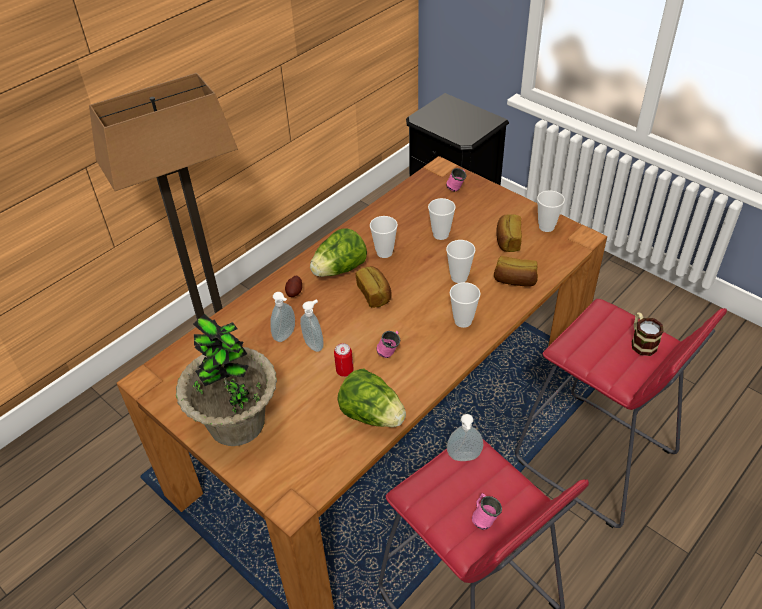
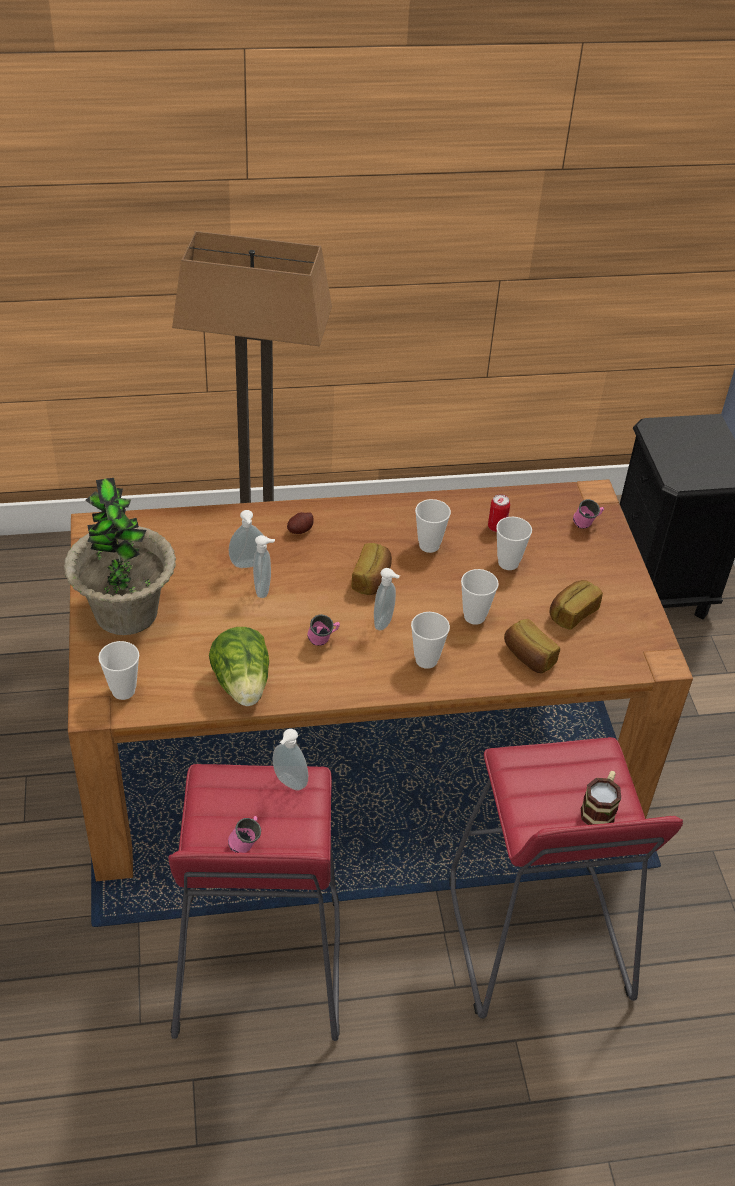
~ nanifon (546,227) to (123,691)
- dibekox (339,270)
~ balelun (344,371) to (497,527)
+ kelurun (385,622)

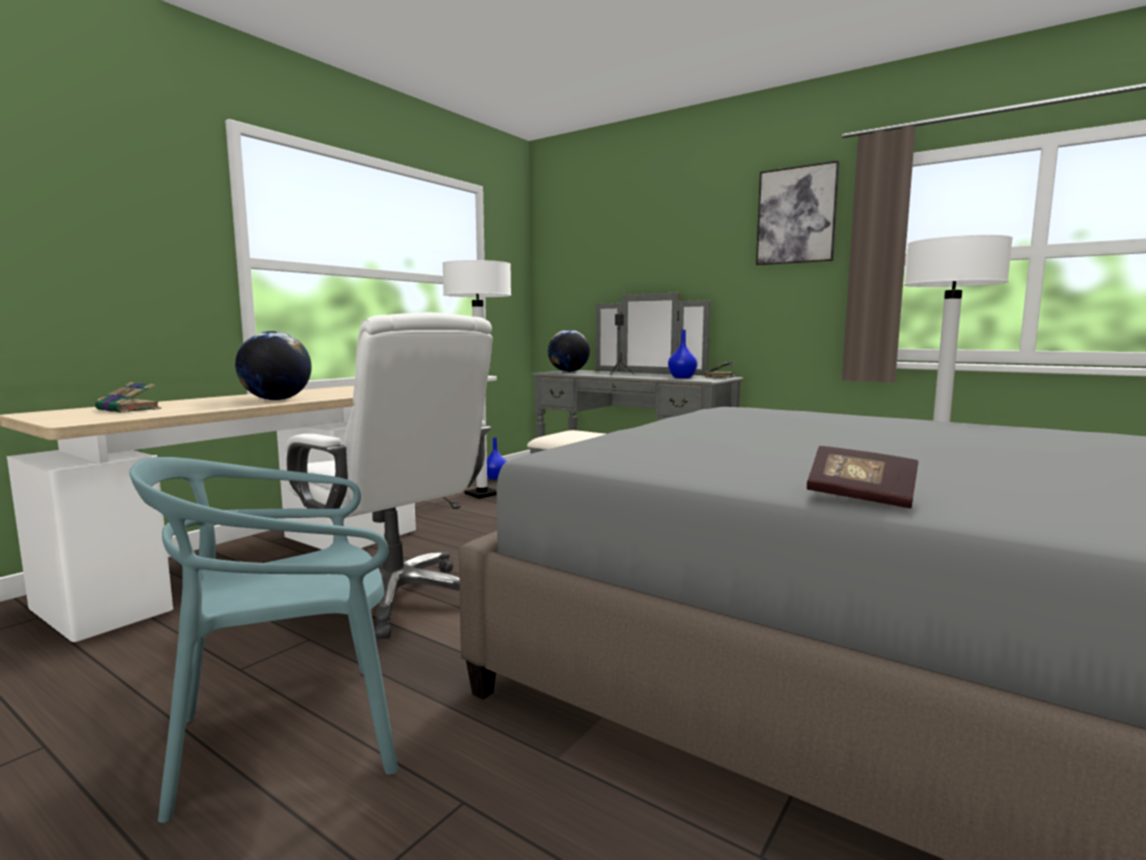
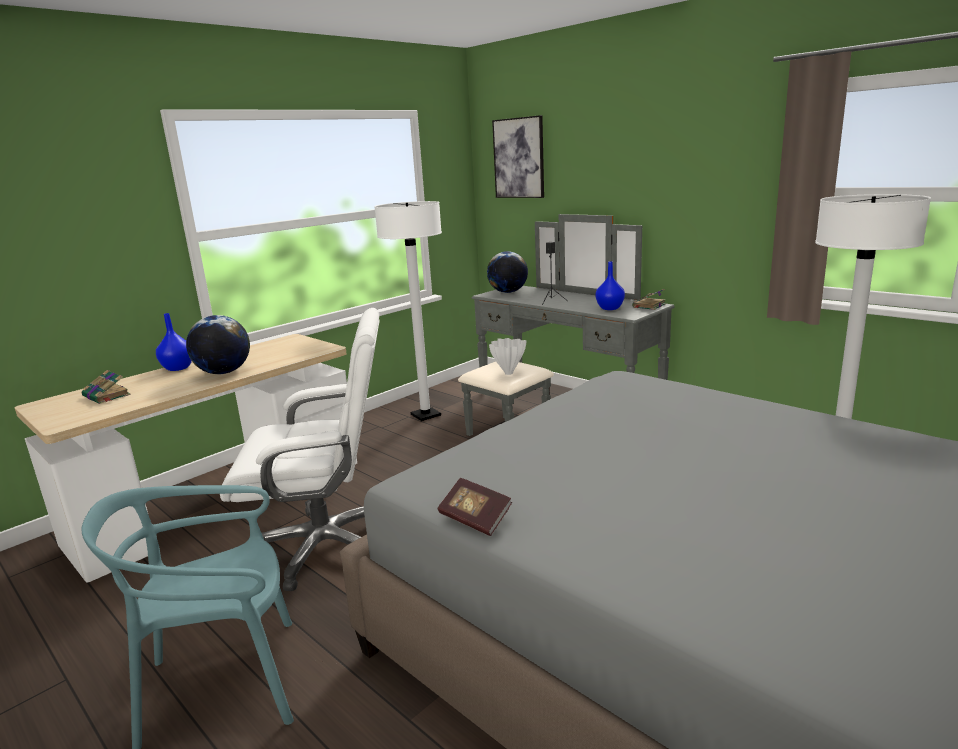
~ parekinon (796,215) to (519,158)
~ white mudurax (396,599) = (326,545) 60 degrees counterclockwise
~ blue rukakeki (495,478) to (179,368)
~ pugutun (860,496) to (475,519)
+ white rukakeki (508,373)

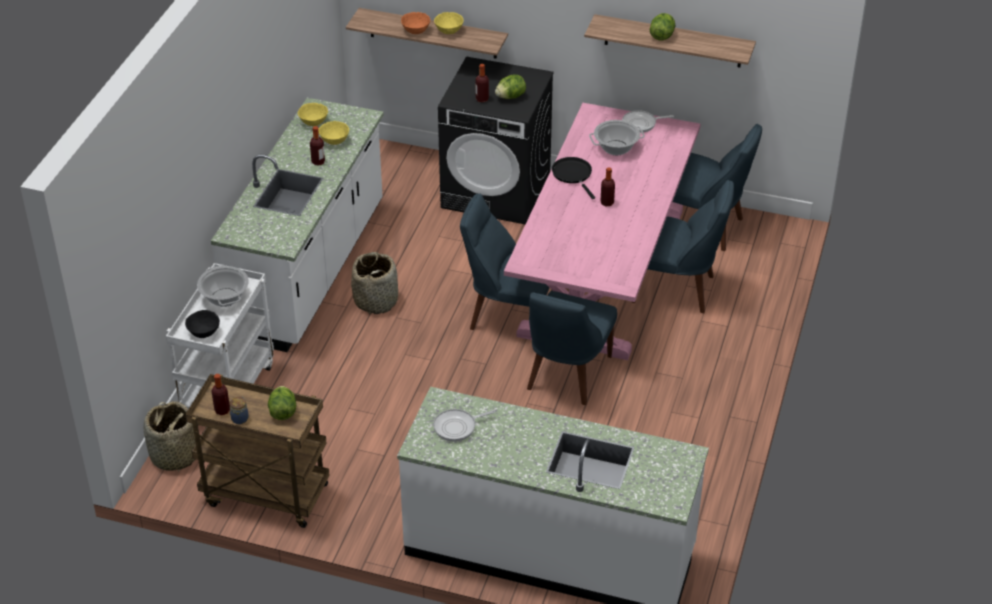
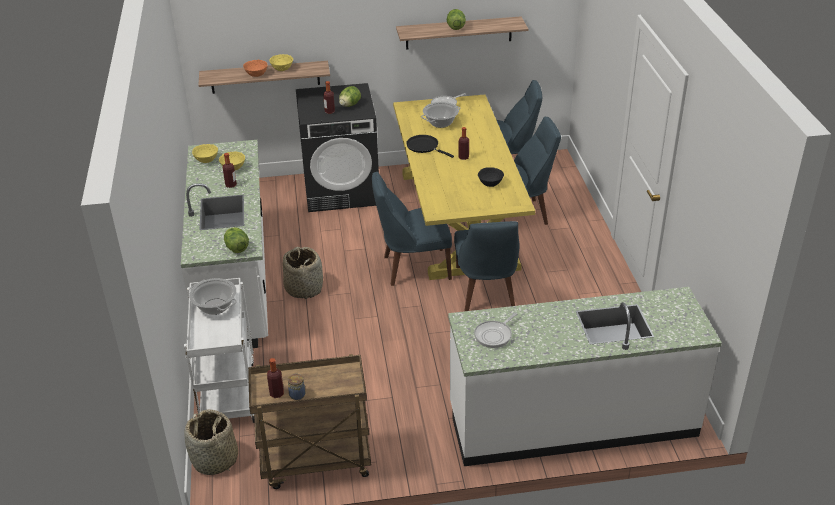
~ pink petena (602,271) to yellow petena (457,219)
~ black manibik (203,332) to (490,184)
~ dibekox (283,412) to (237,248)

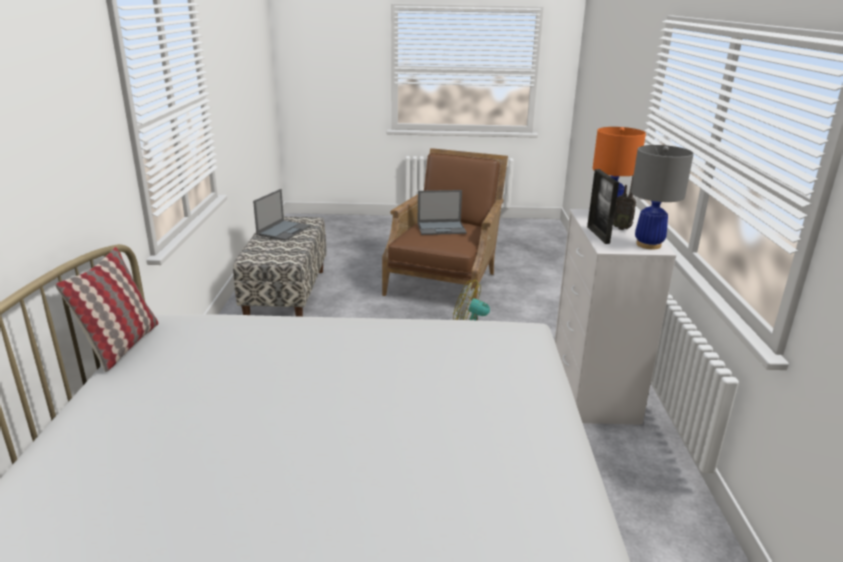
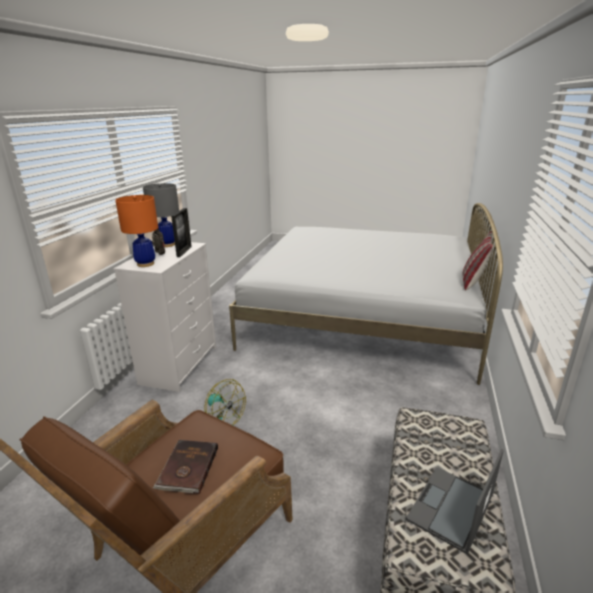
~ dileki (442,228) to brown pugutun (187,468)

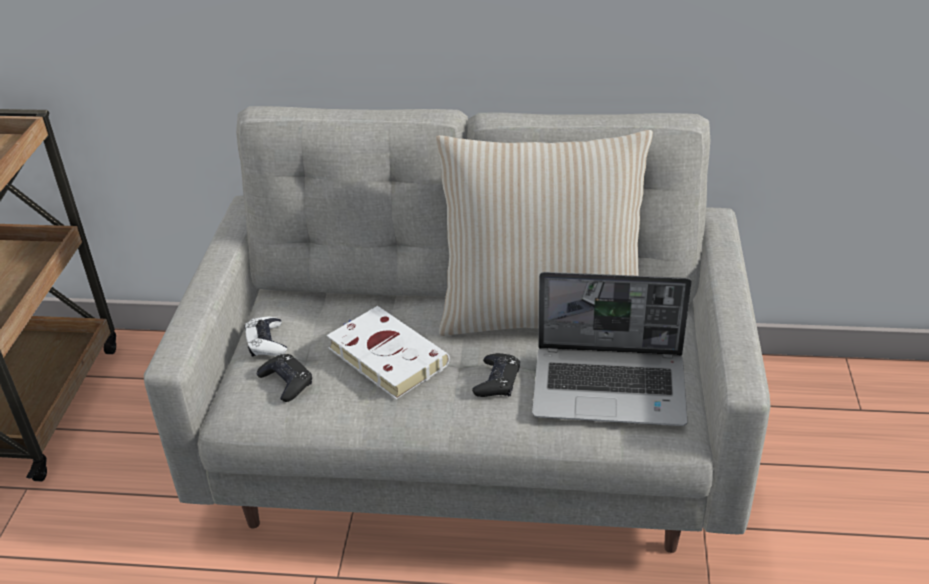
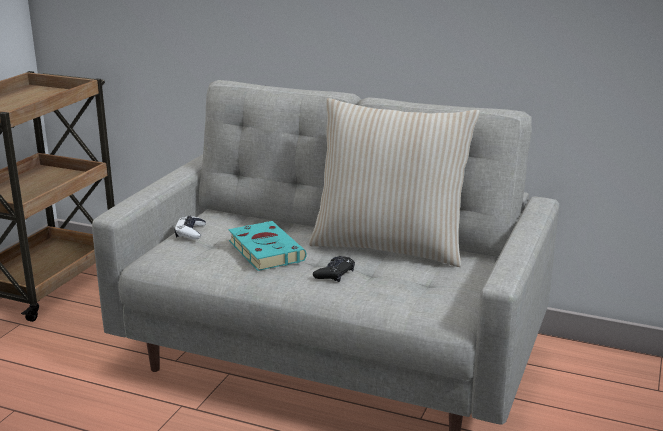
- dileki (611,387)
~ white pugutun (385,356) to turquoise pugutun (264,250)
- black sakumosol (286,382)

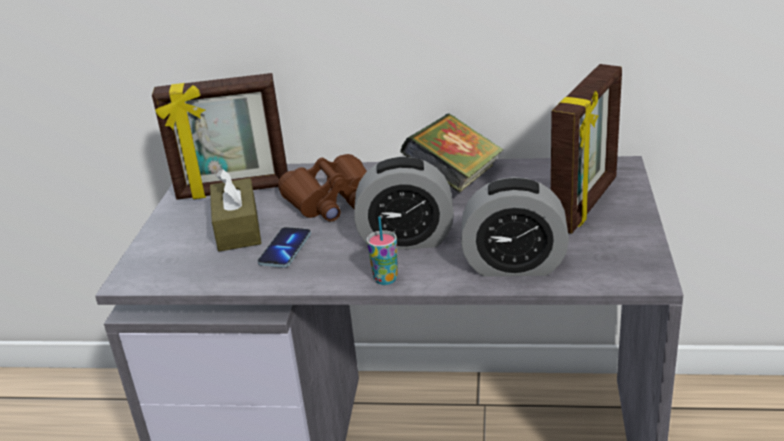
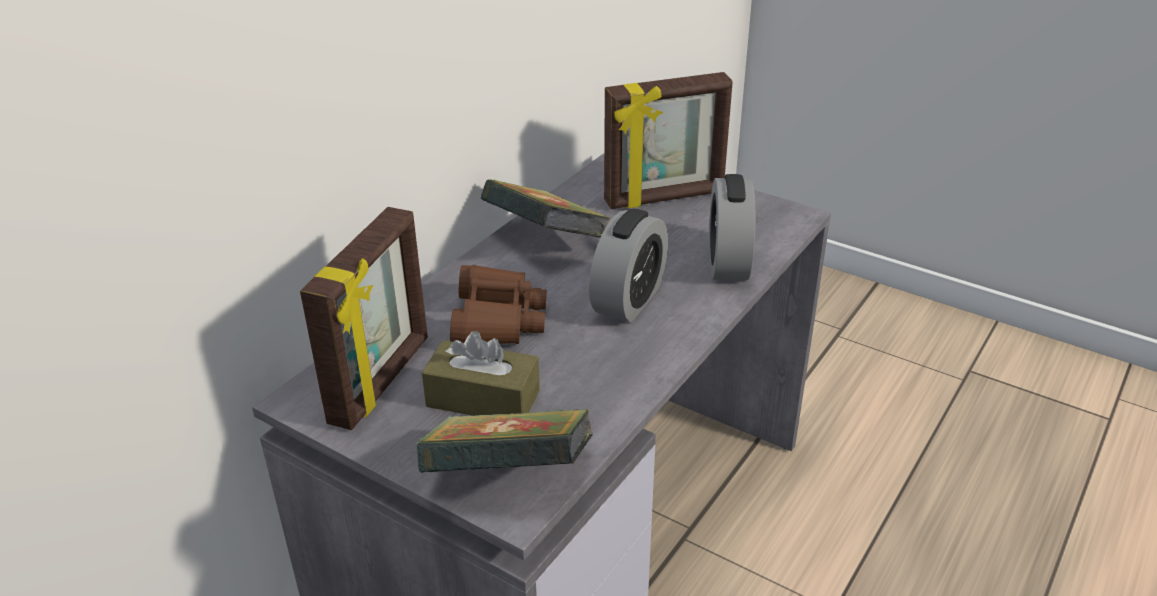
~ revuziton (586,204) = (664,198) 105 degrees clockwise
~ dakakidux (514,265) = (728,262) 150 degrees clockwise
- nanifon (385,279)
- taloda (285,249)
+ pugutun (509,477)

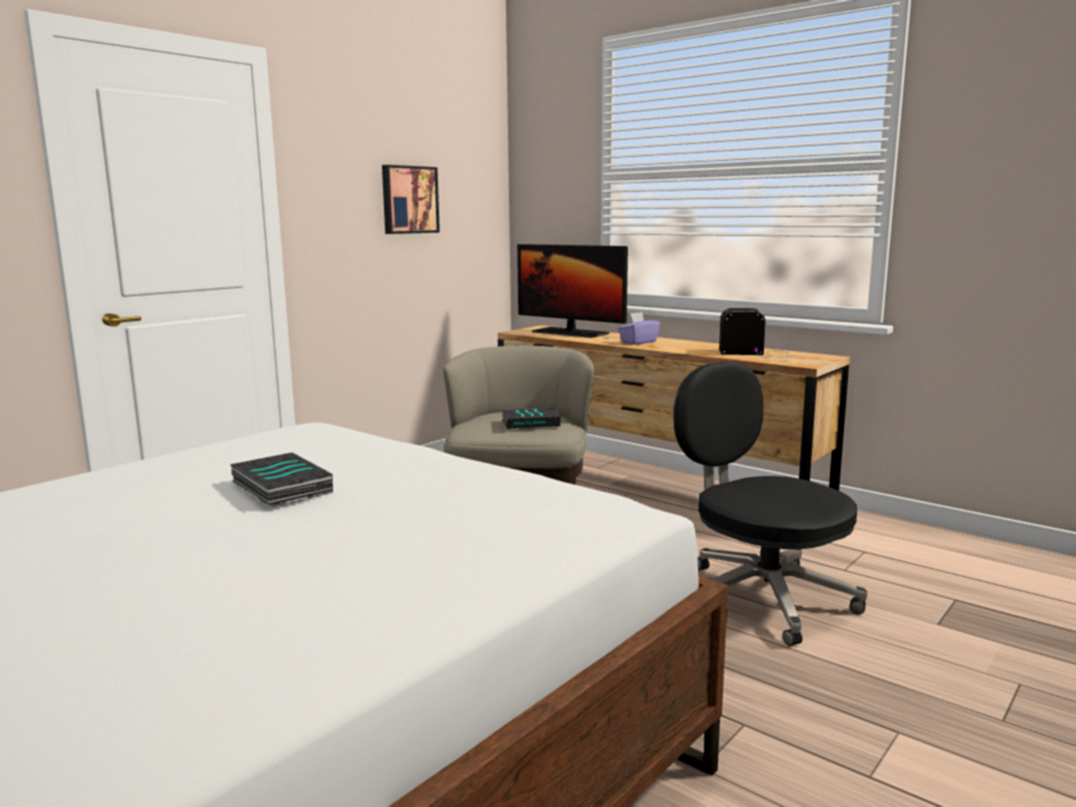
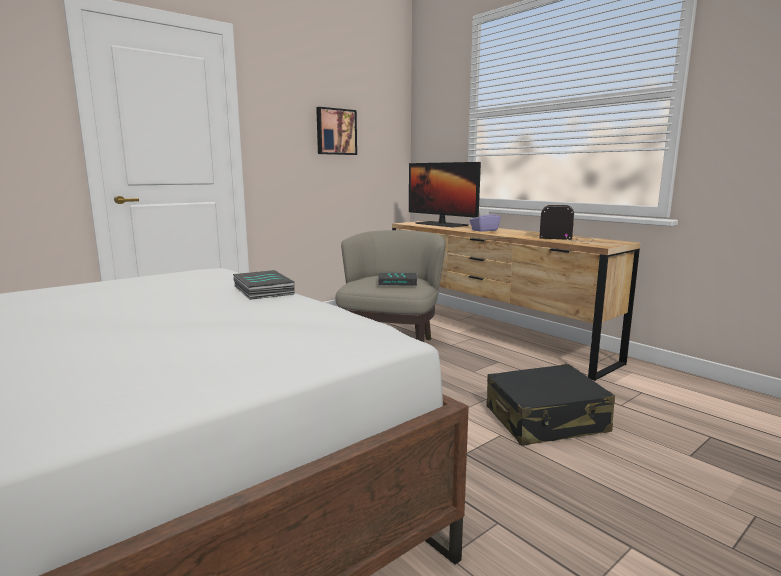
~ black mudurax (760,597) to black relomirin (546,420)
~ pugutun (279,487) to (261,290)

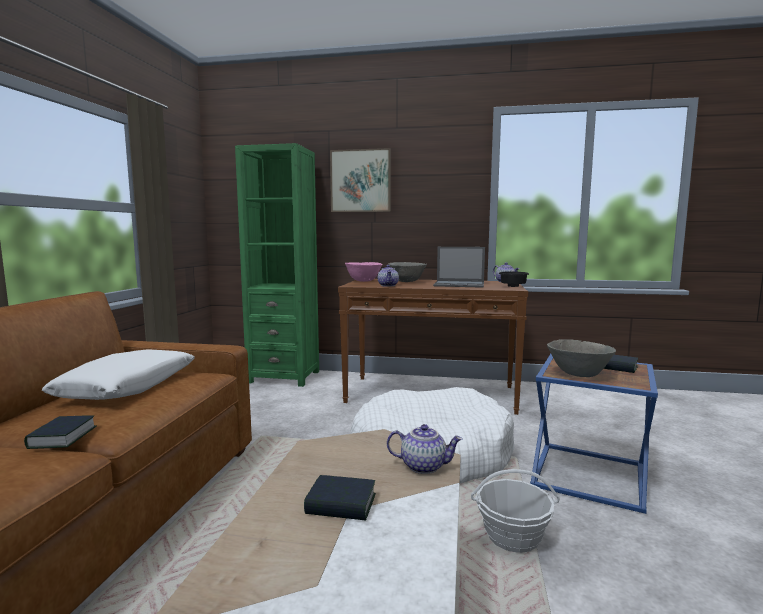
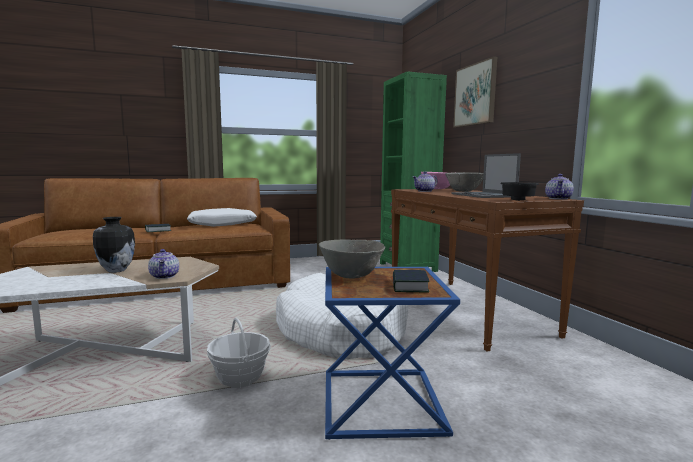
~ pugutun (341,504) to rukakeki (116,270)

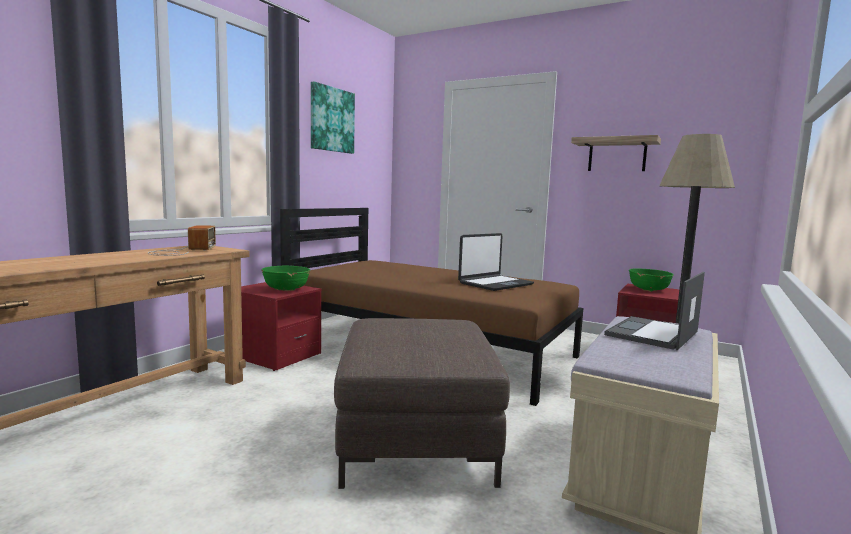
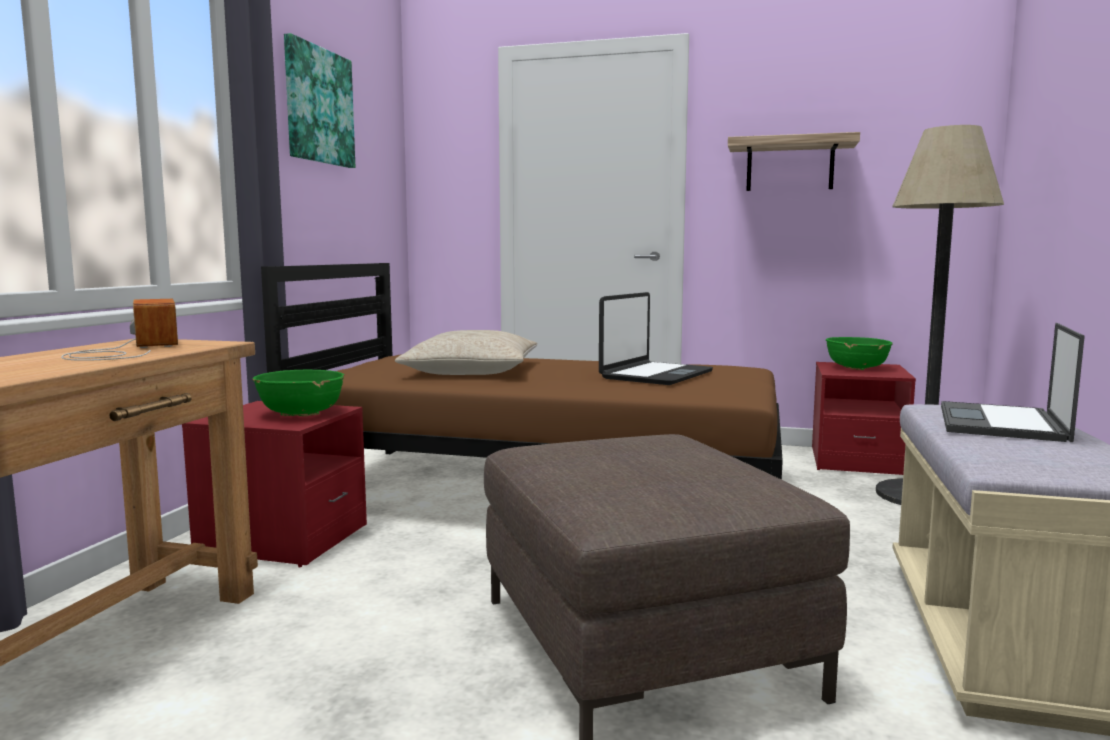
+ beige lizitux (471,371)

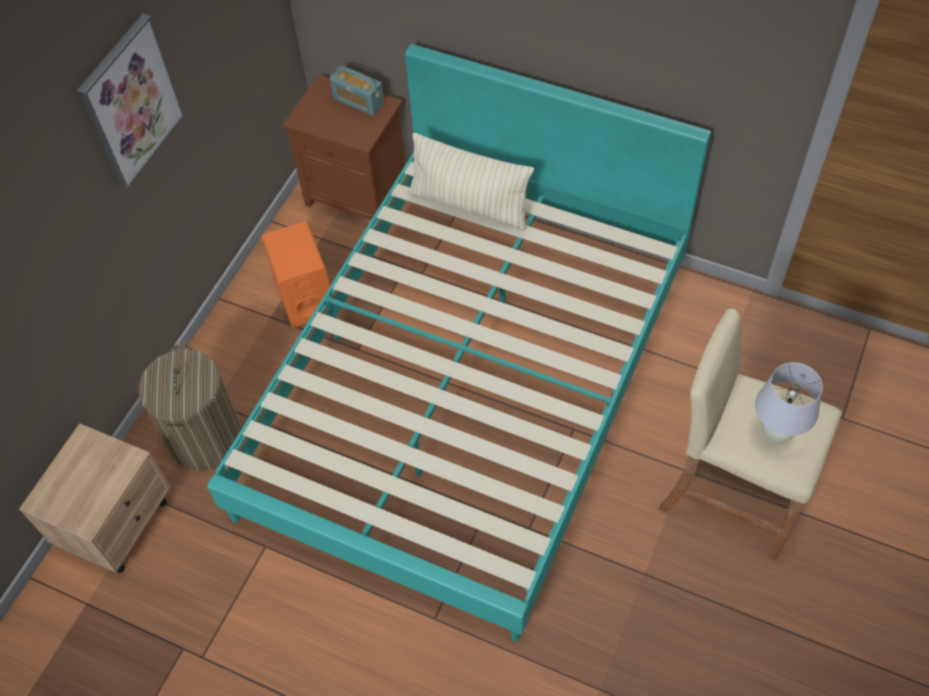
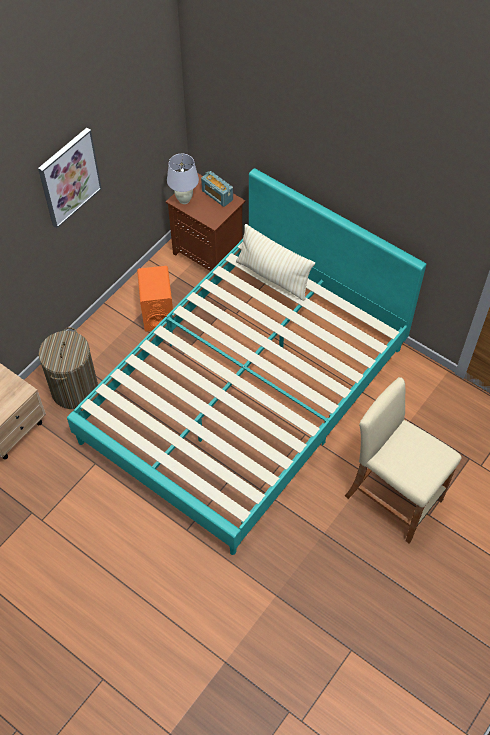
~ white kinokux (775,434) to (184,200)

